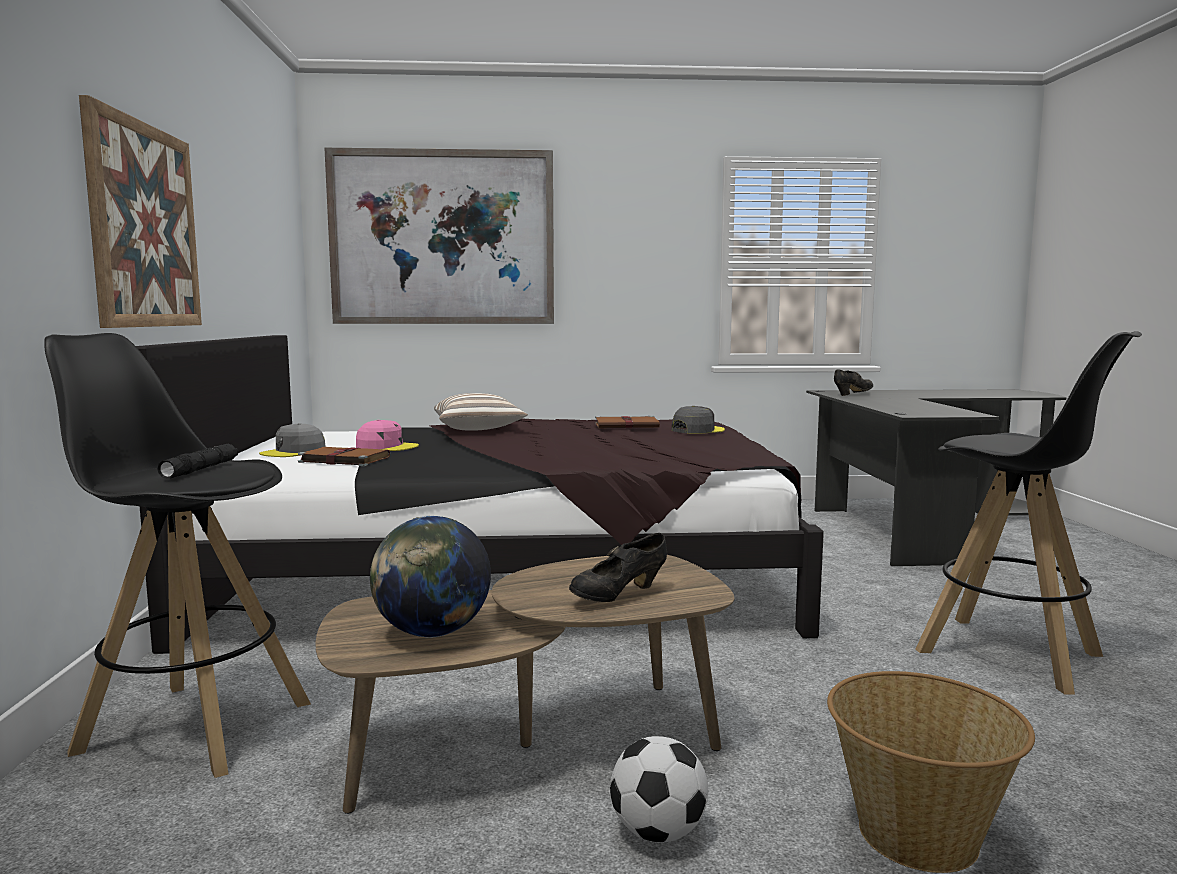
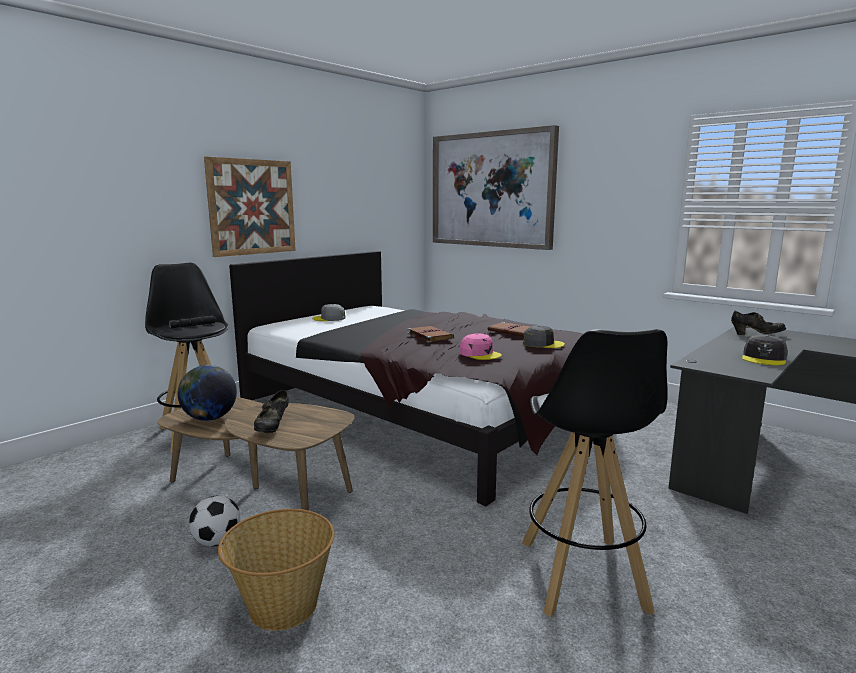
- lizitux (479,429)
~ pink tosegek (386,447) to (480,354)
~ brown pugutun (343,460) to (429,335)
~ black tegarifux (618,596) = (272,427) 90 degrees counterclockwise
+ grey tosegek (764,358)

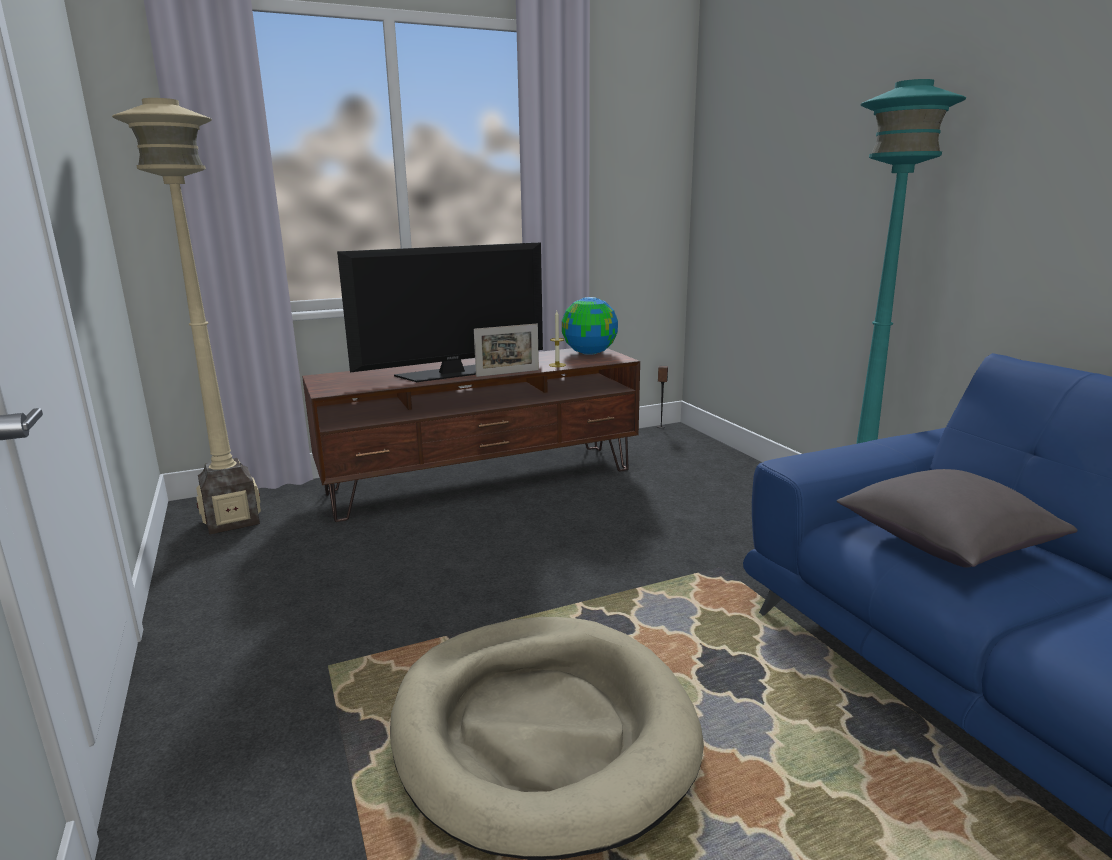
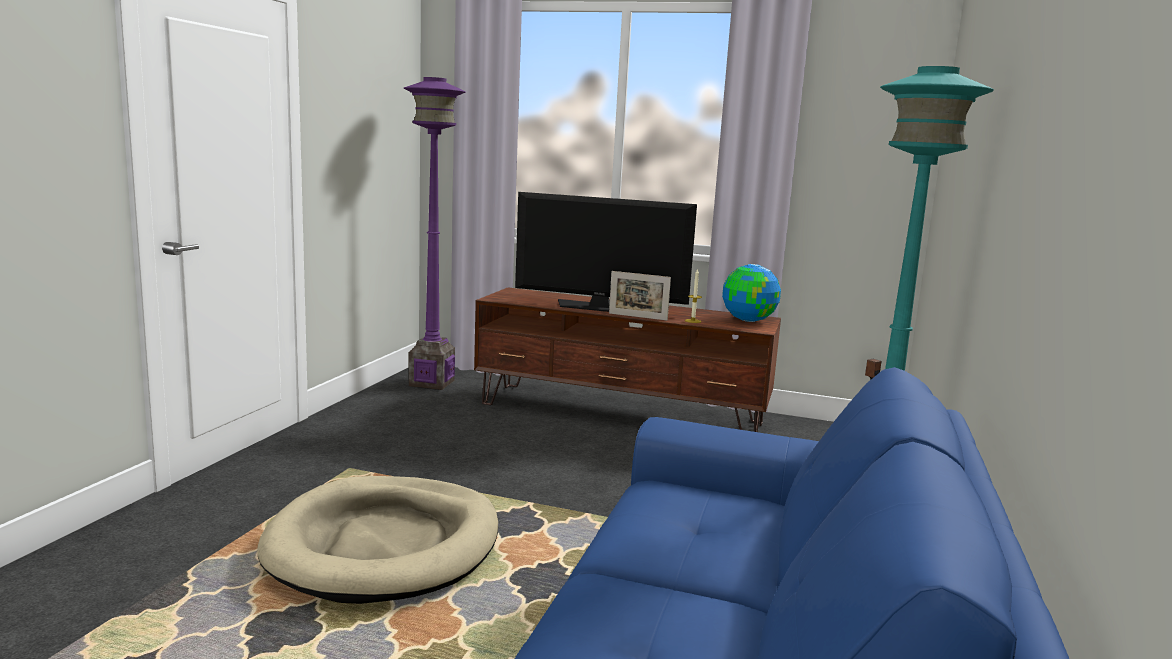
~ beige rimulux (231,520) to purple rimulux (431,383)
- grey lizitux (944,544)

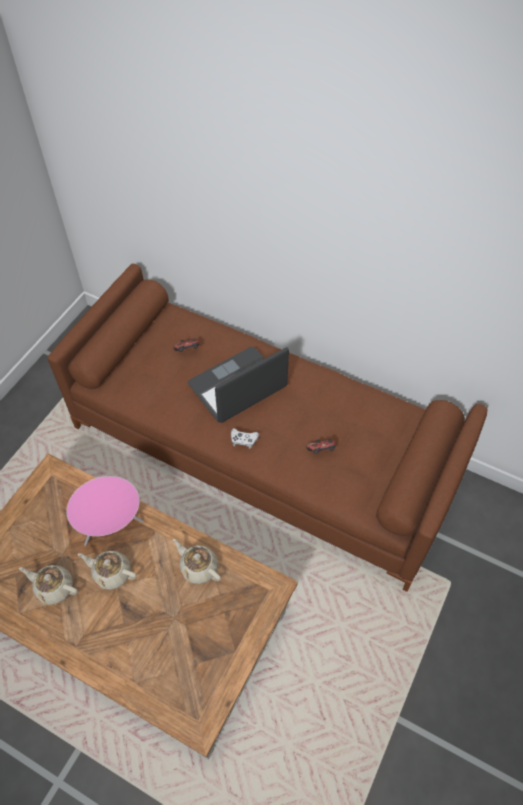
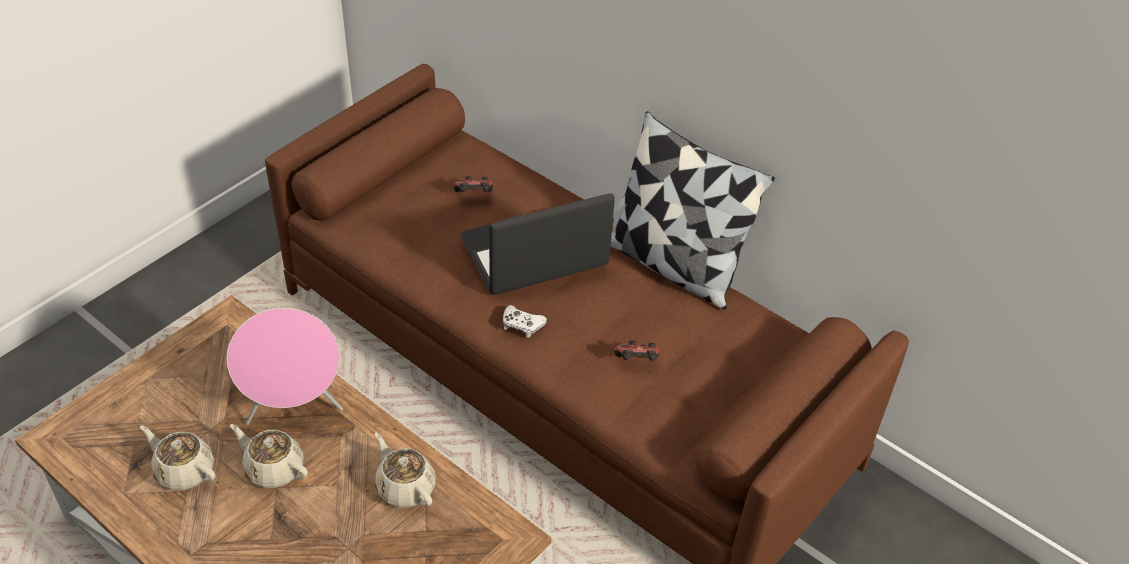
+ lizitux (673,264)

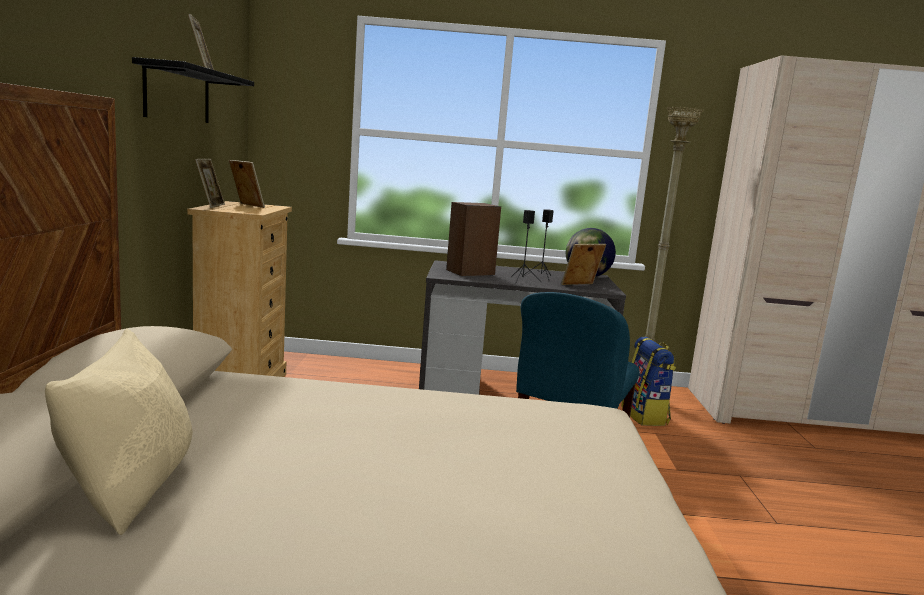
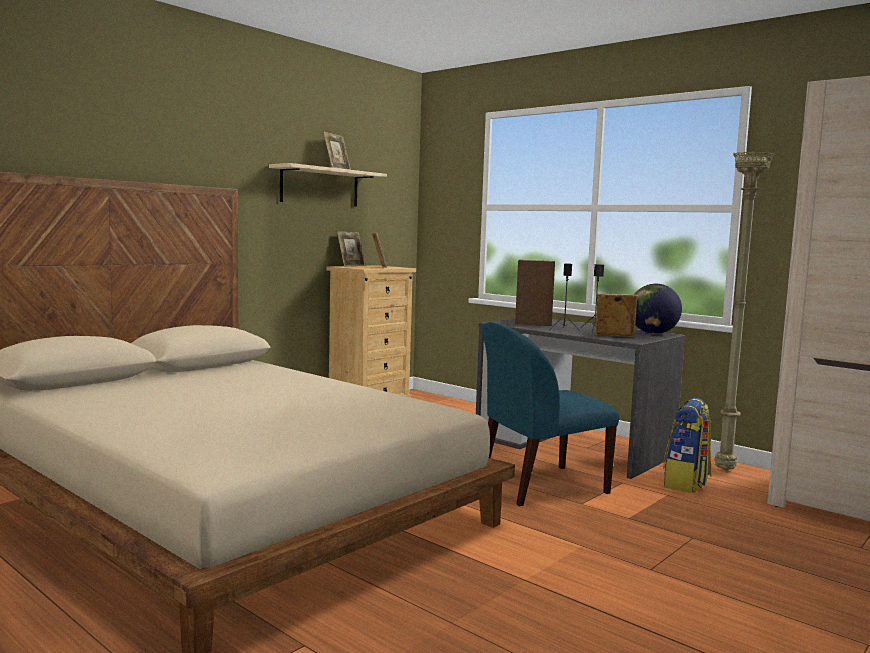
~ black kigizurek (178,94) to beige kigizurek (320,187)
- beige lizitux (130,489)

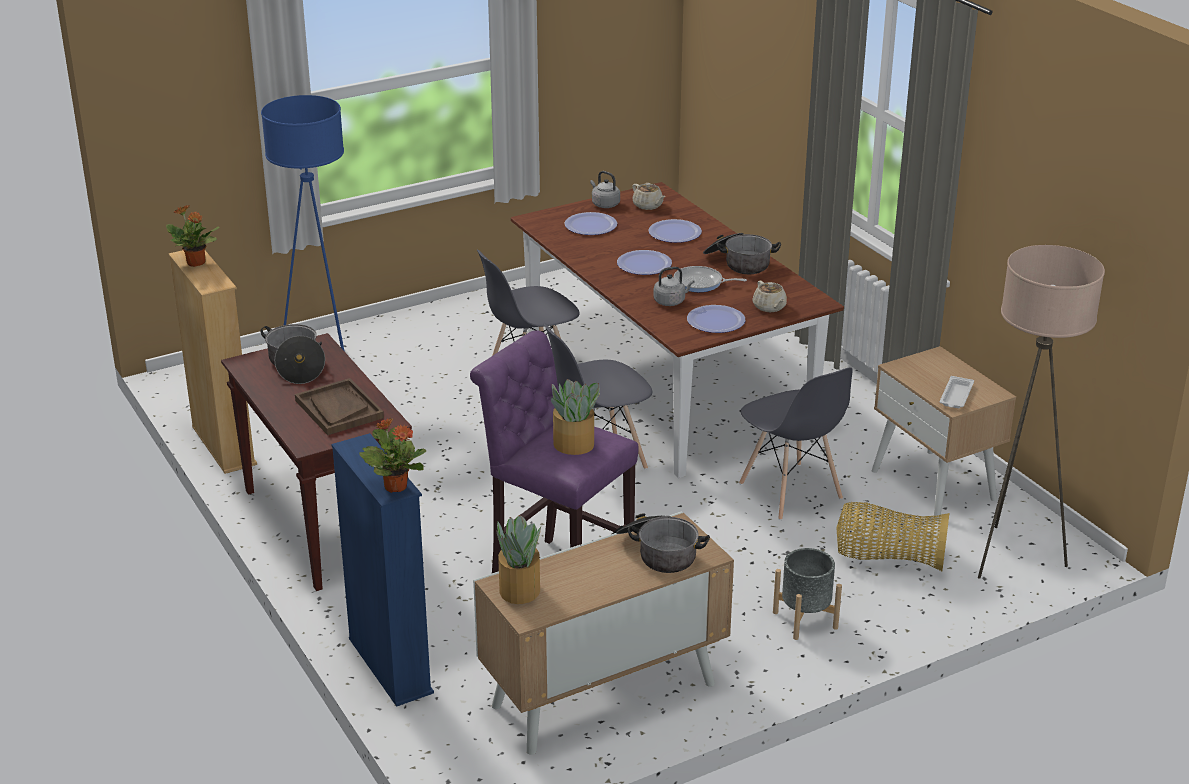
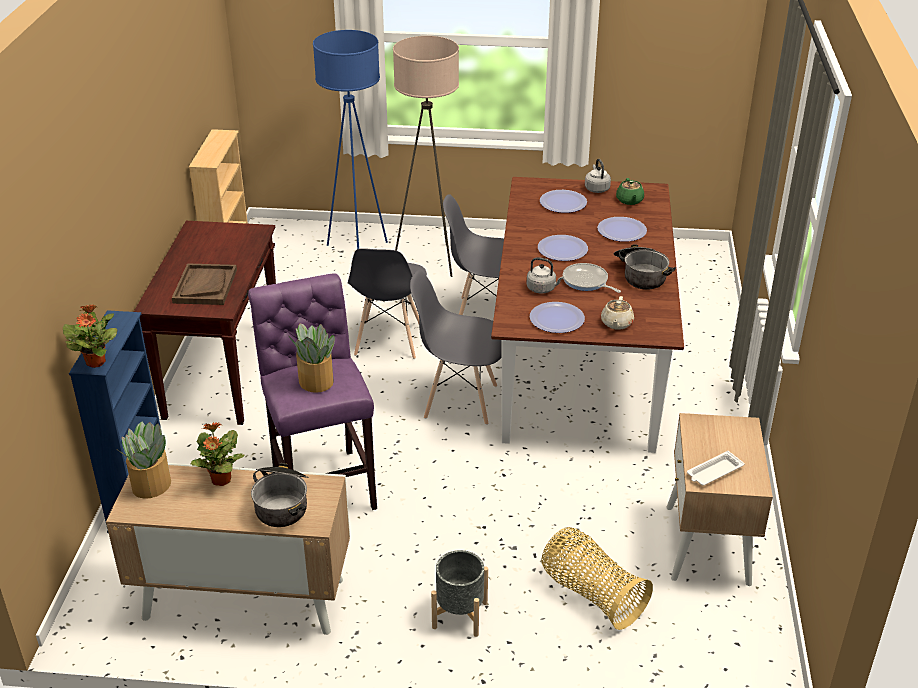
~ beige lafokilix (648,206) to green lafokilix (629,200)
~ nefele (196,263) to (221,480)
~ beige rimulux (1012,557) to (430,261)
- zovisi (295,365)
~ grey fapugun (790,492) to (388,340)

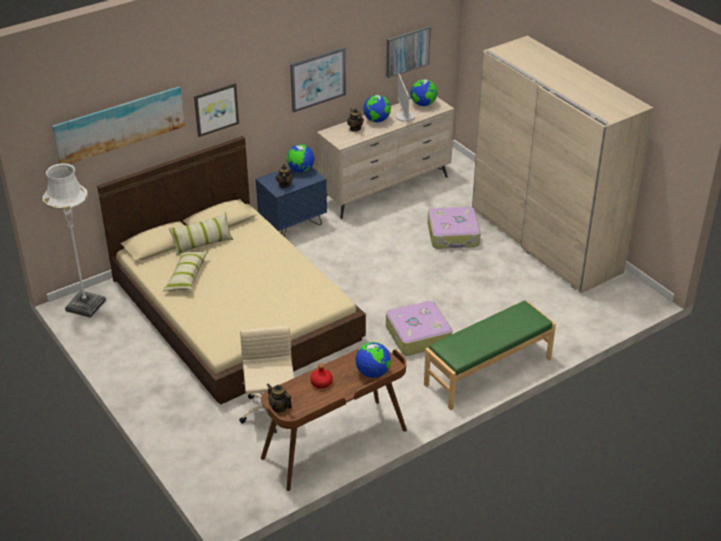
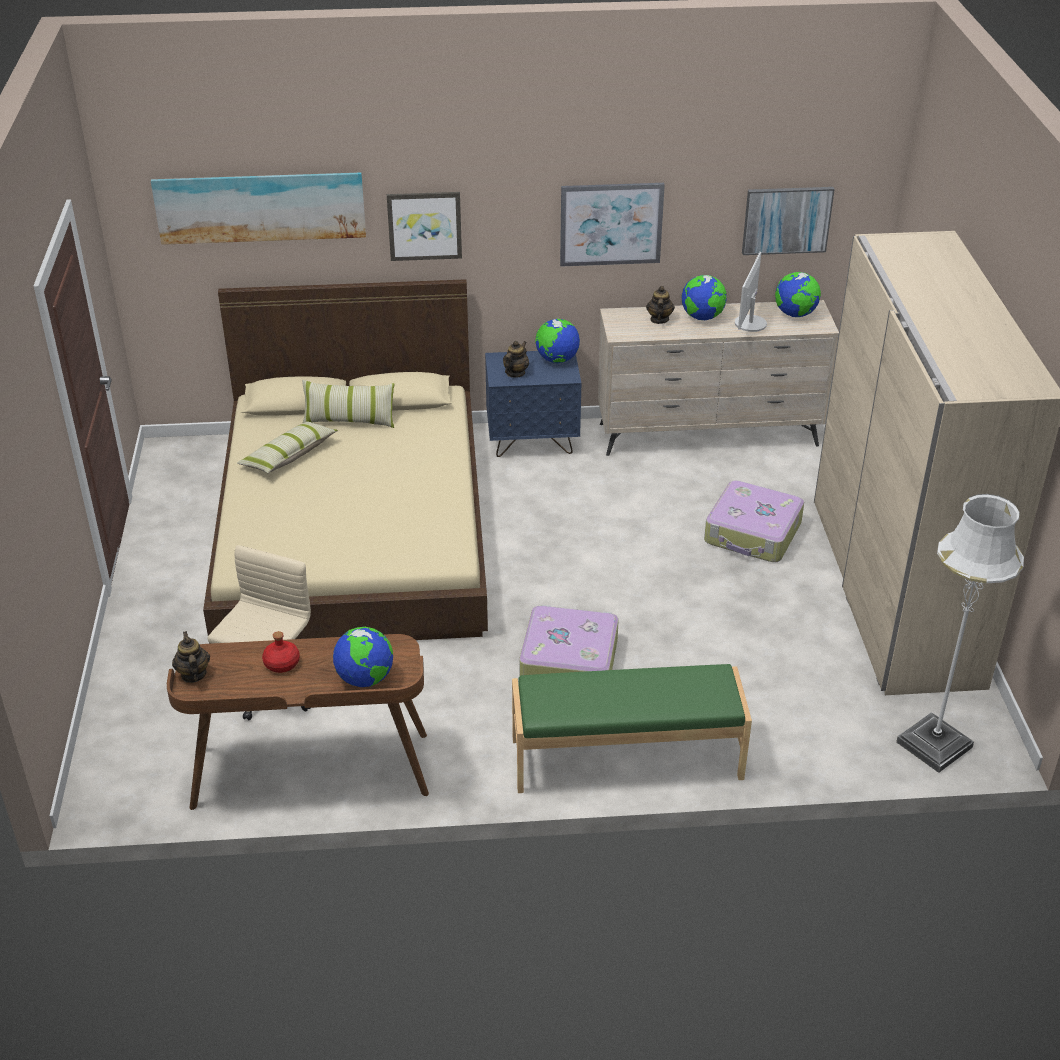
~ white rimulux (85,305) to (934,744)

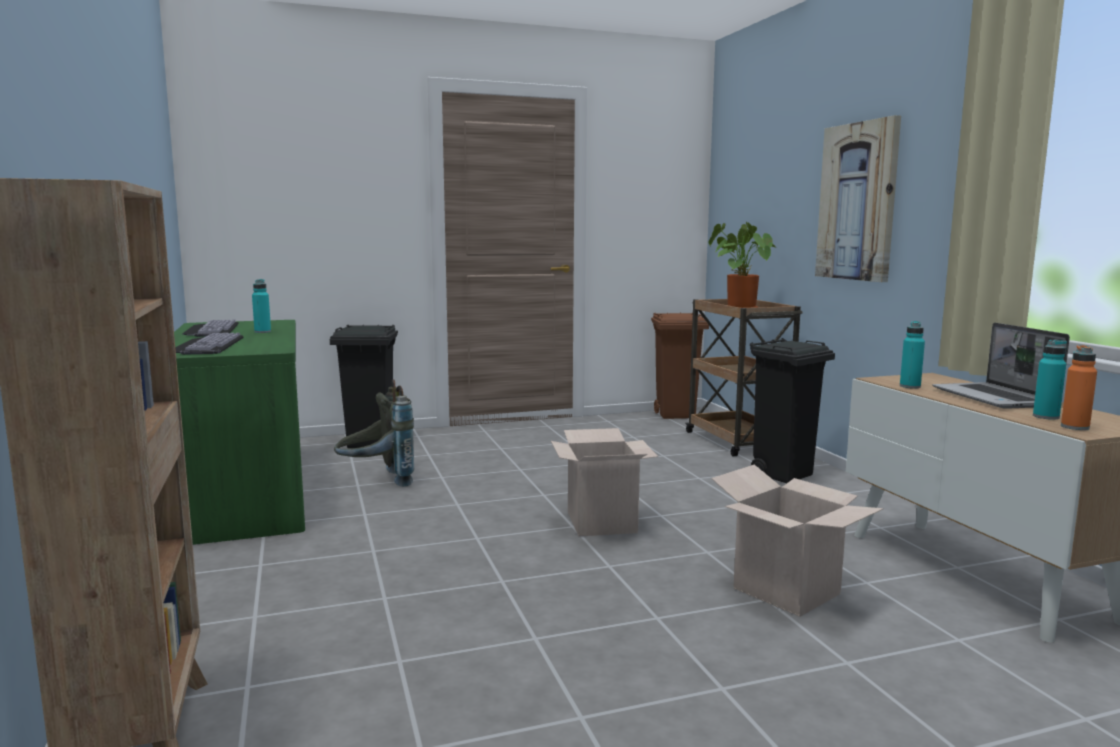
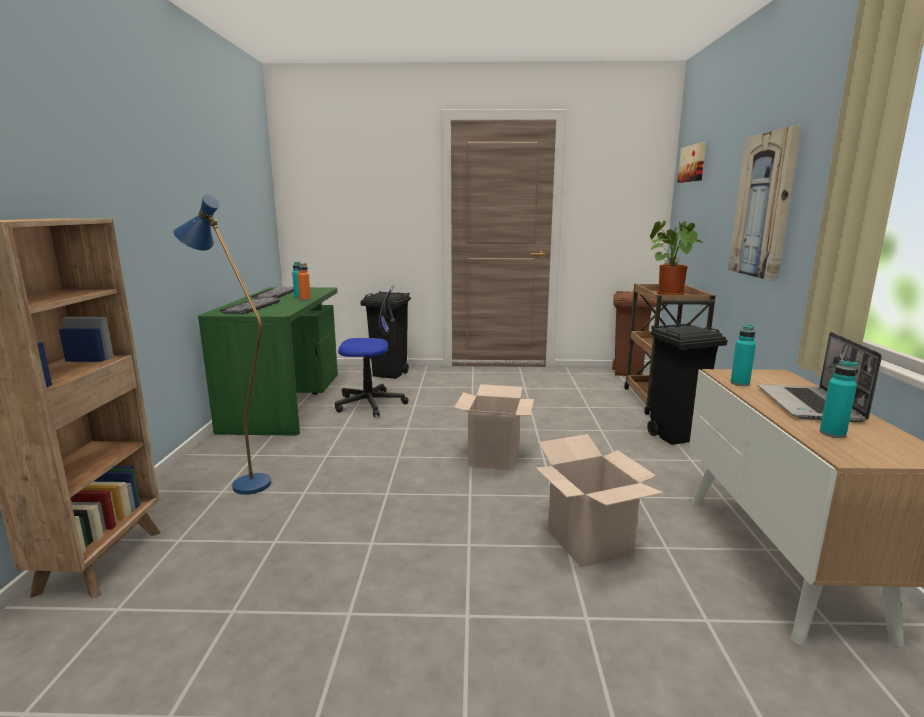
~ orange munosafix (1075,427) to (305,300)
~ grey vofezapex (377,481) to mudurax (370,403)
+ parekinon (693,163)
+ blue rimulux (242,482)

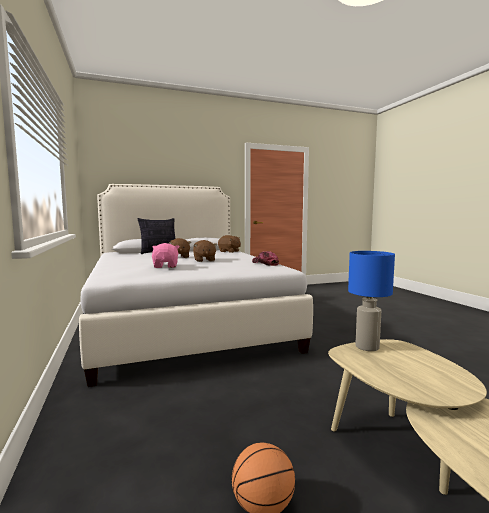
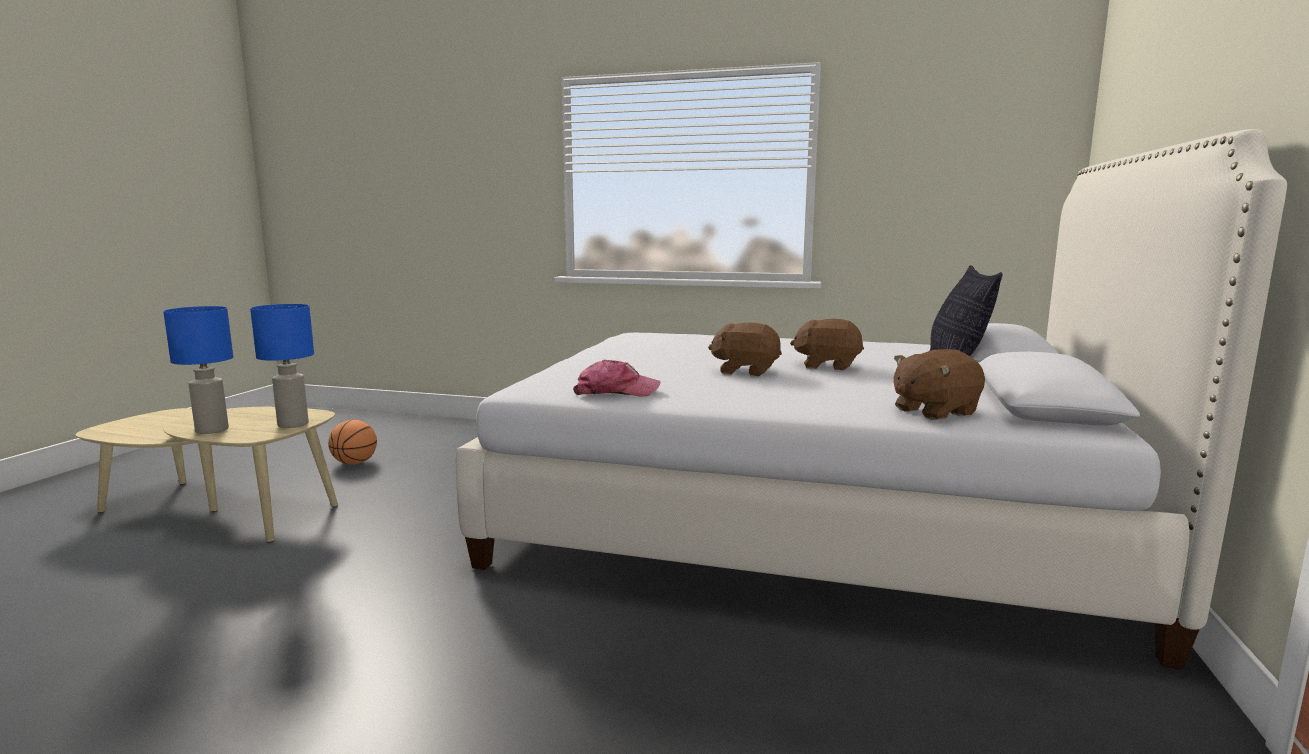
- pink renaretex (166,266)
+ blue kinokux (212,430)

